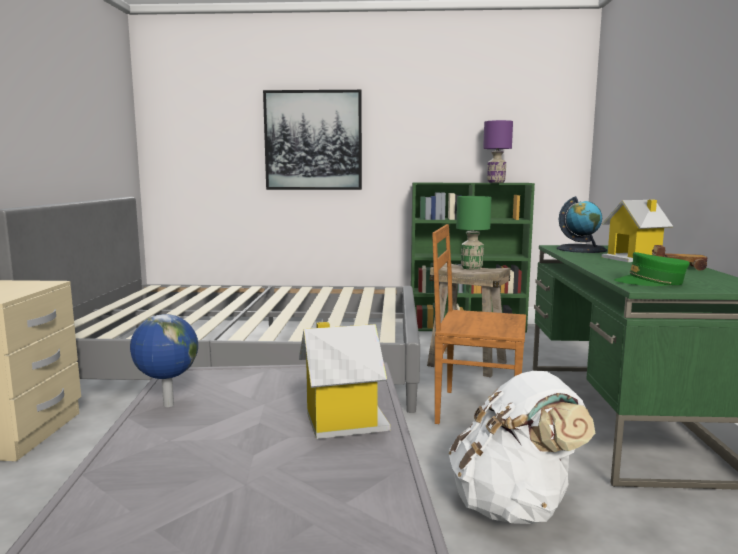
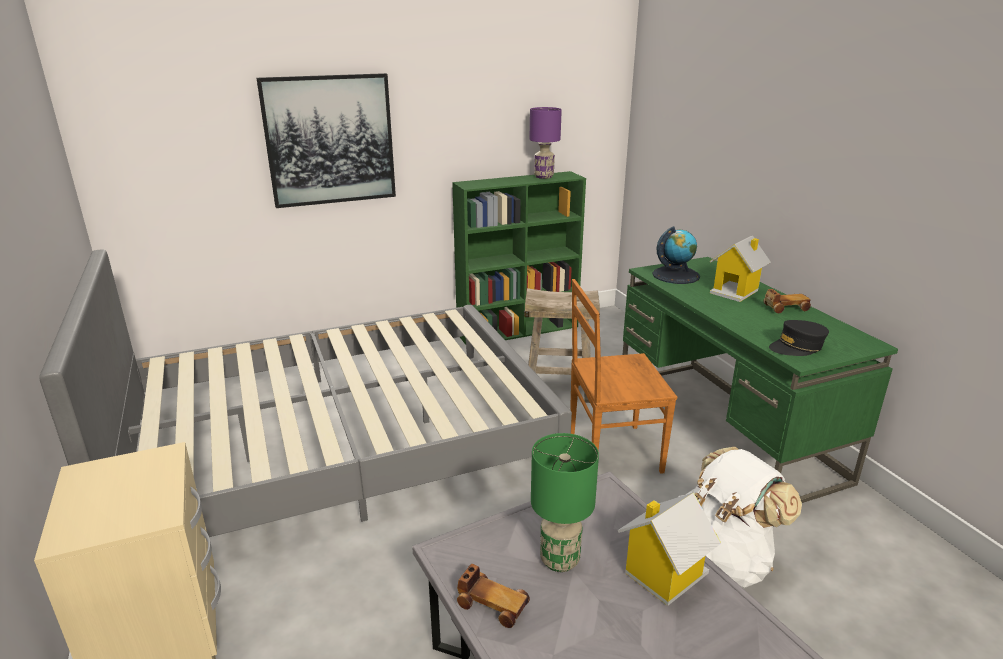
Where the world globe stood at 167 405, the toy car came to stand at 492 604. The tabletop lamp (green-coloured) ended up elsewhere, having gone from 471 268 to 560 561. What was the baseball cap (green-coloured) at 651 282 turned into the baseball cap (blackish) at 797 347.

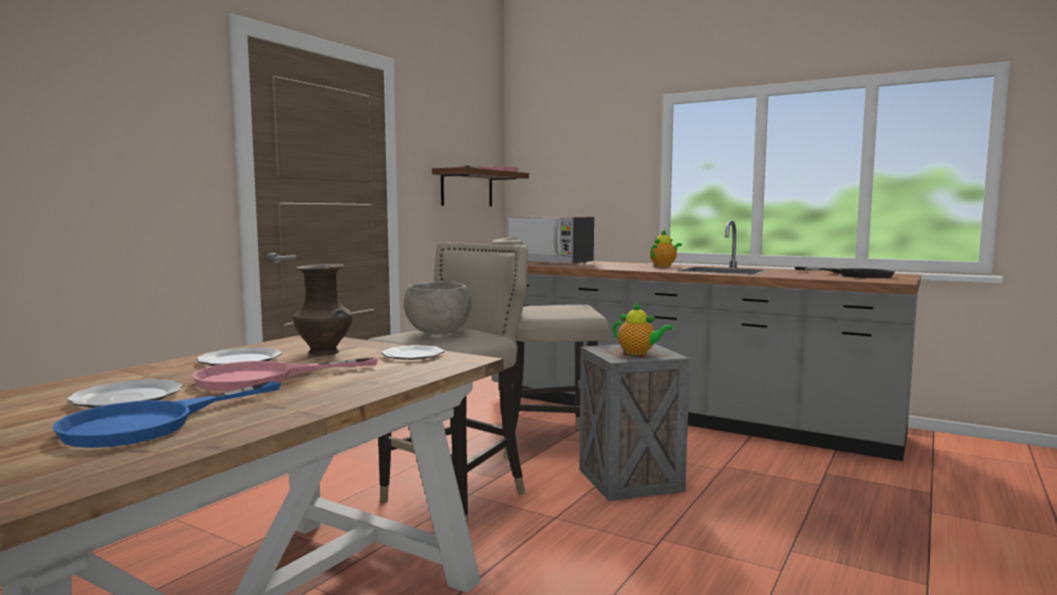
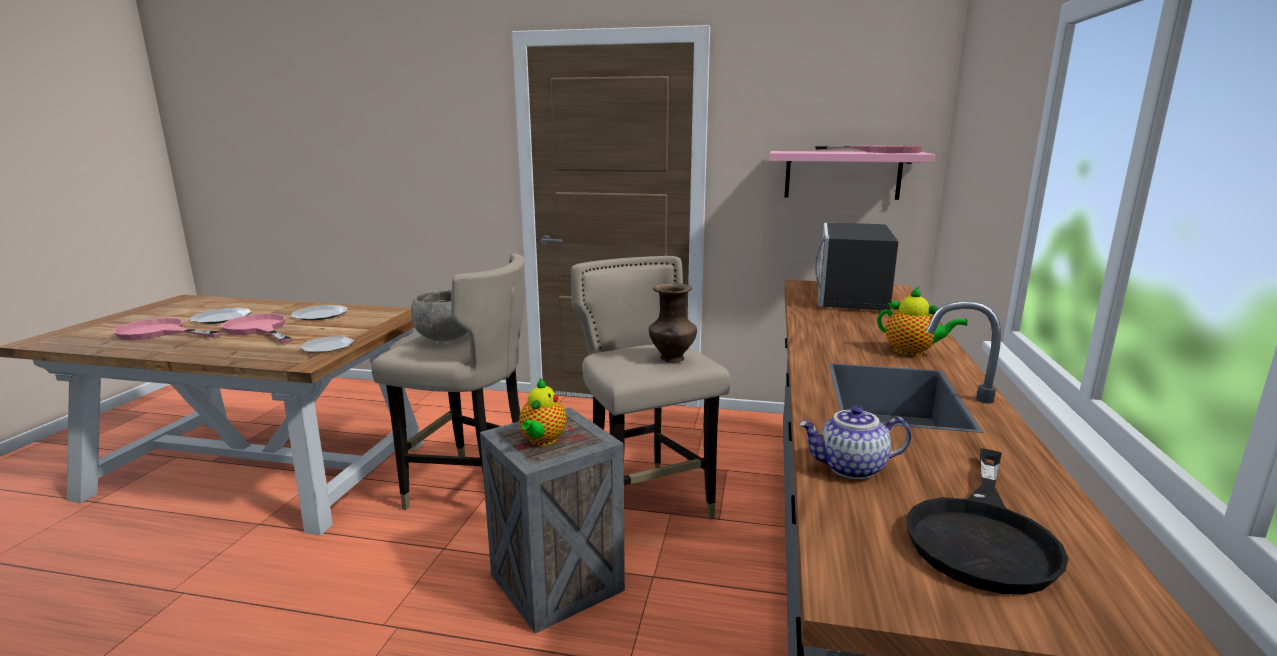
What was the skillet (blue-coloured) at 150 423 turned into the skillet (pinkish) at 159 333. The decorative vase (brown) ended up elsewhere, having gone from 325 353 to 672 359. What was the shelf (brown) at 467 188 turned into the shelf (pinkish) at 842 175. The second view gained the pot for tea at 851 469.

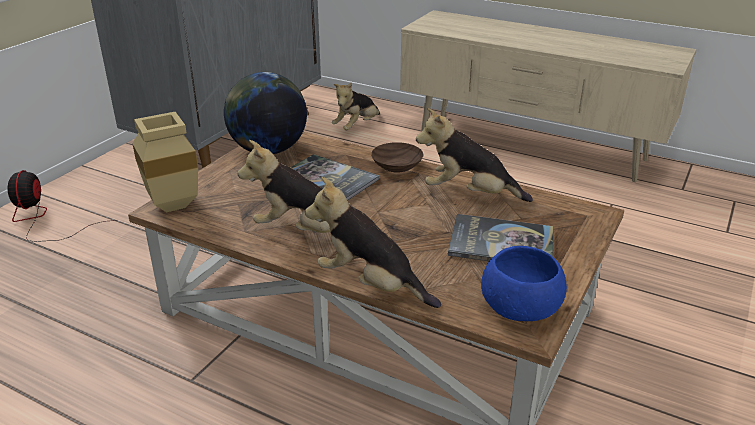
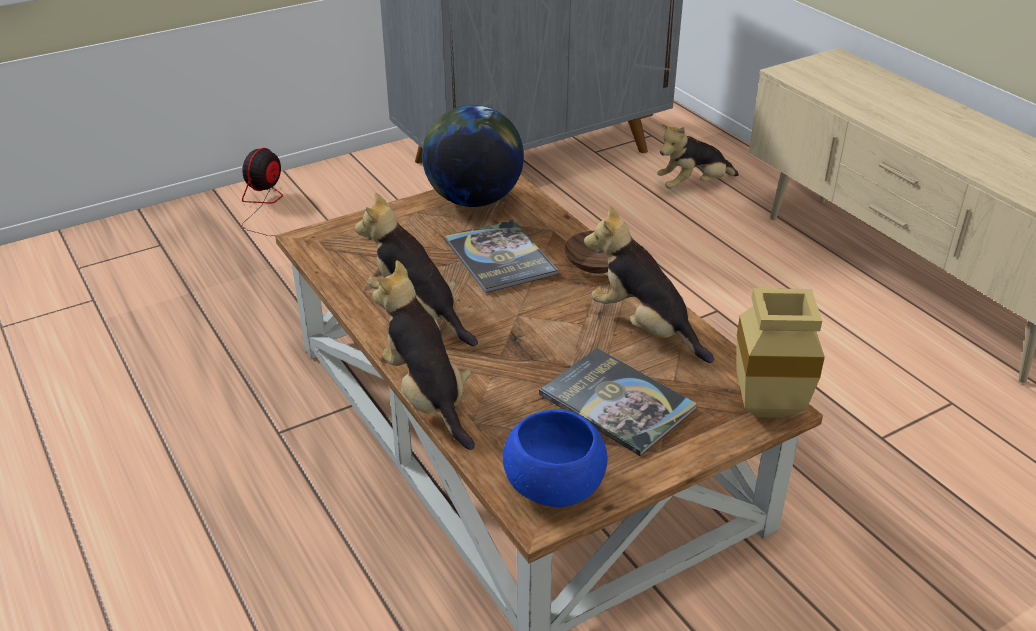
The decorative vase (beige-coloured) ended up elsewhere, having gone from 176 204 to 771 407.

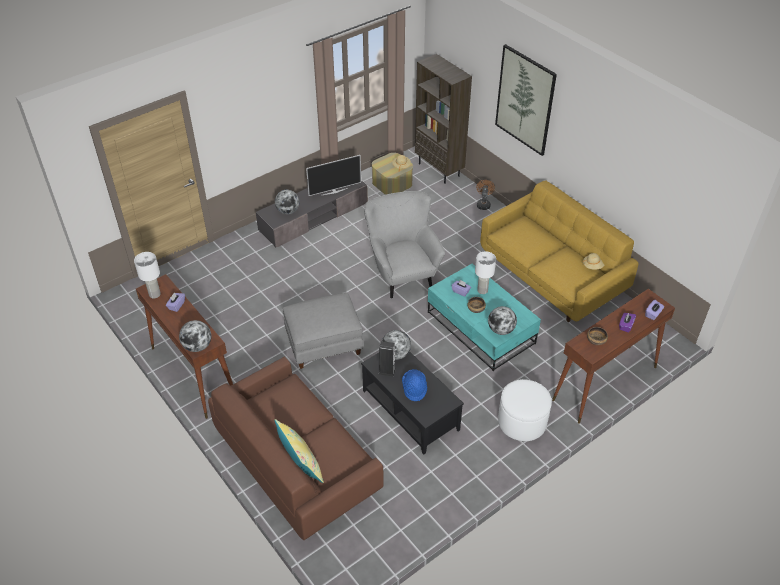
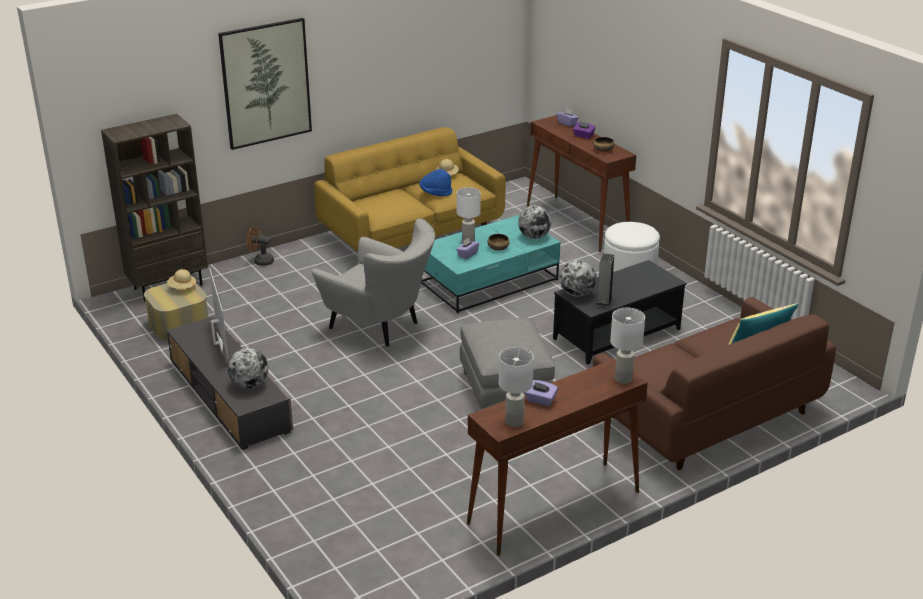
The armchair (gray) at 402 273 ended up facing another way, 135 degrees counterclockwise from before. The hat (blue-coloured) ended up elsewhere, having gone from 414 389 to 435 193. Where the world globe stood at 197 346, the tabletop lamp (whitish) came to stand at 623 379.

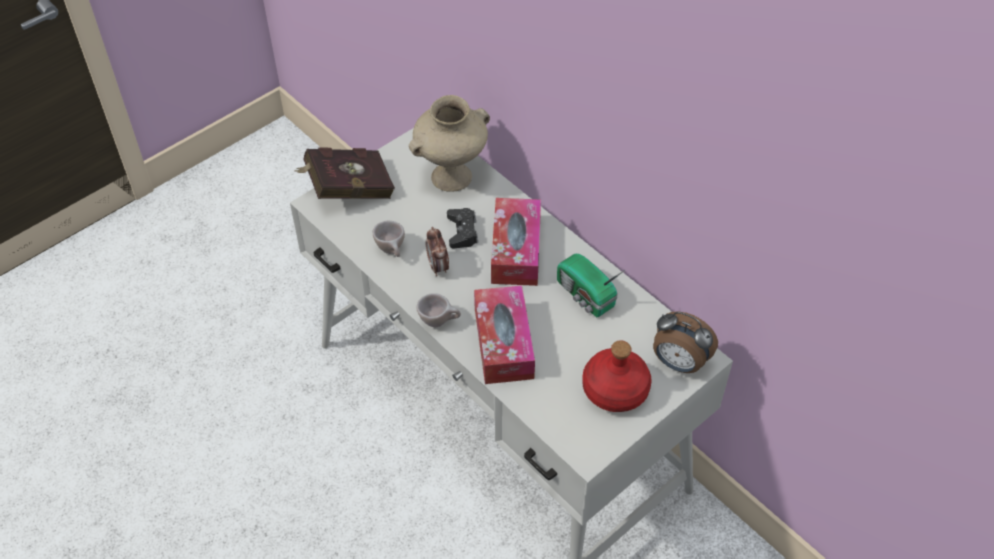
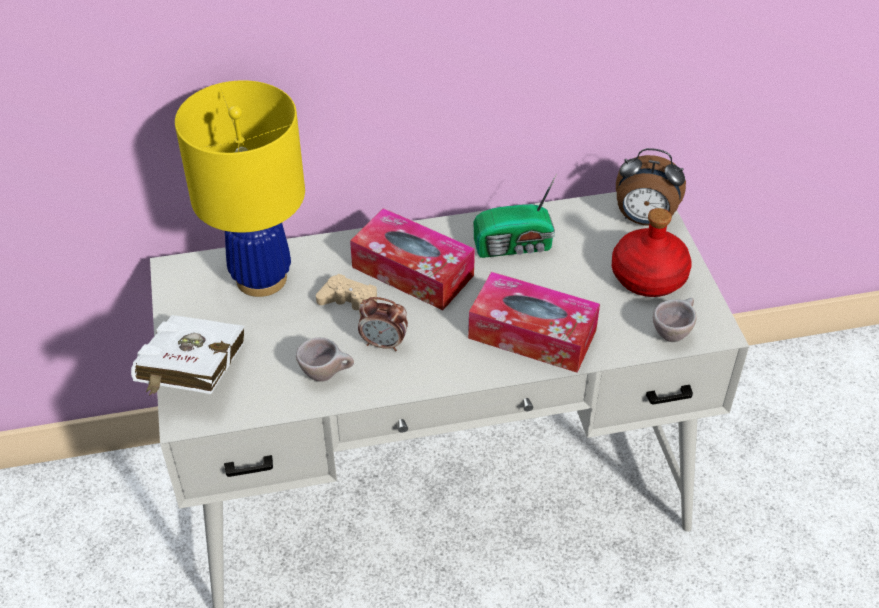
What was the bound book (reddish) at 346 189 turned into the bound book (whitish) at 192 378. Where the decorative vase (beige-coloured) stood at 451 178, the tabletop lamp (yellow) came to stand at 261 279. What was the gamepad (blackish) at 462 232 turned into the gamepad (beige-coloured) at 350 302. The bedside clock at 678 363 ended up facing another way, 45 degrees clockwise from before. The drinking cup (beige-coloured) ended up elsewhere, having gone from 439 321 to 673 332.

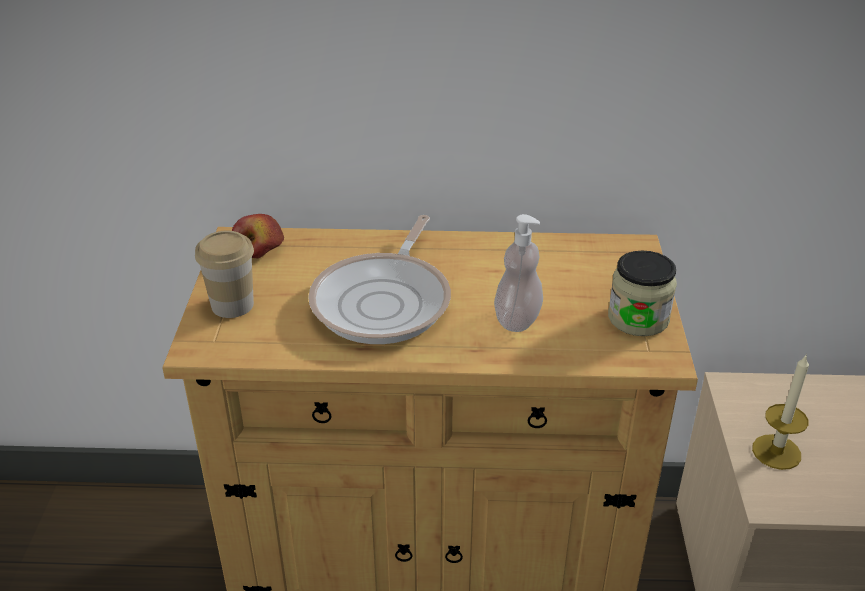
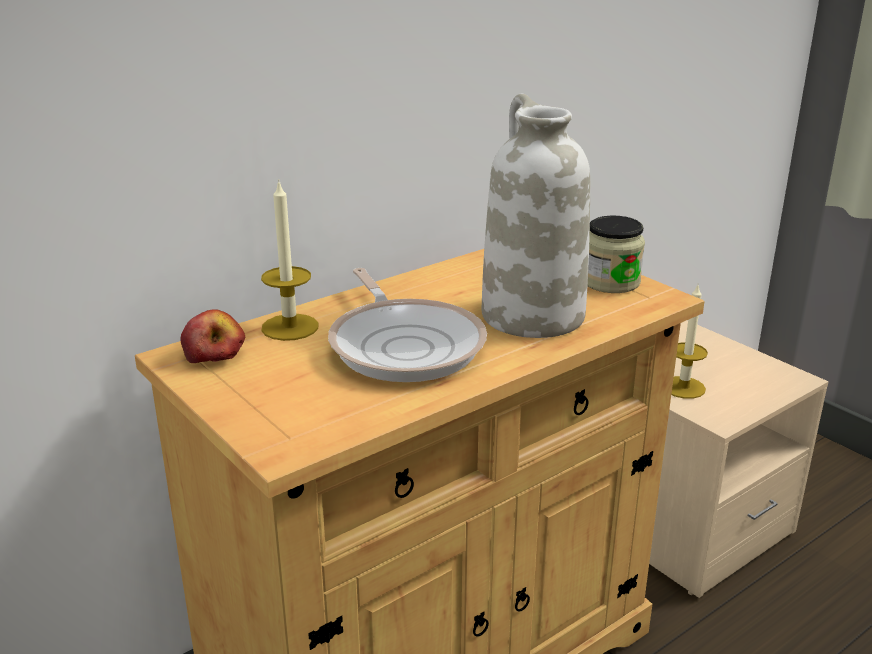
The second view gained the wax light at 290 327. Where the soap bottle stood at 517 319, the decorative vase (whitish) came to stand at 531 315. The second view lost the drinking cup at 232 305.

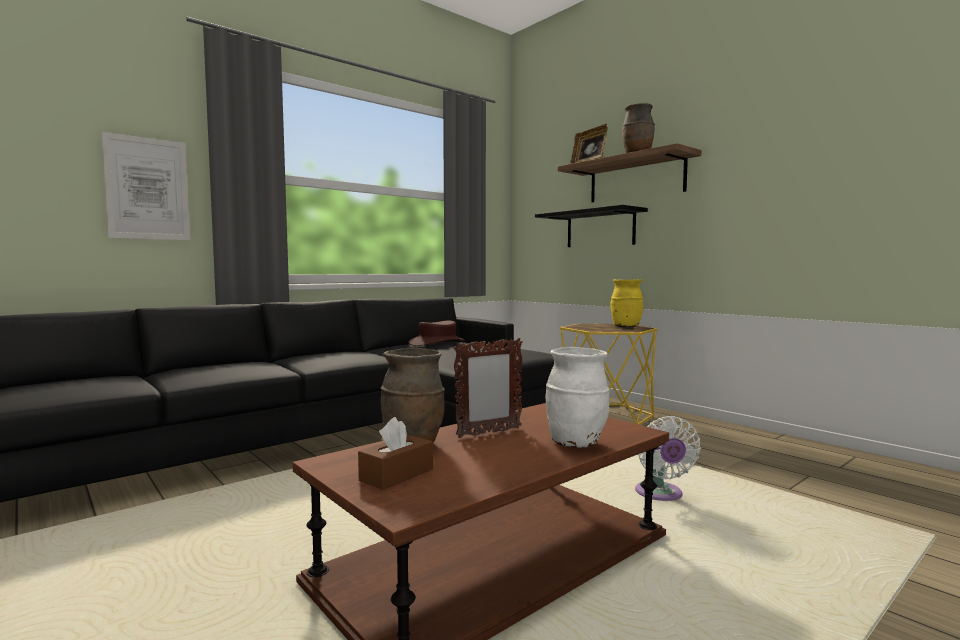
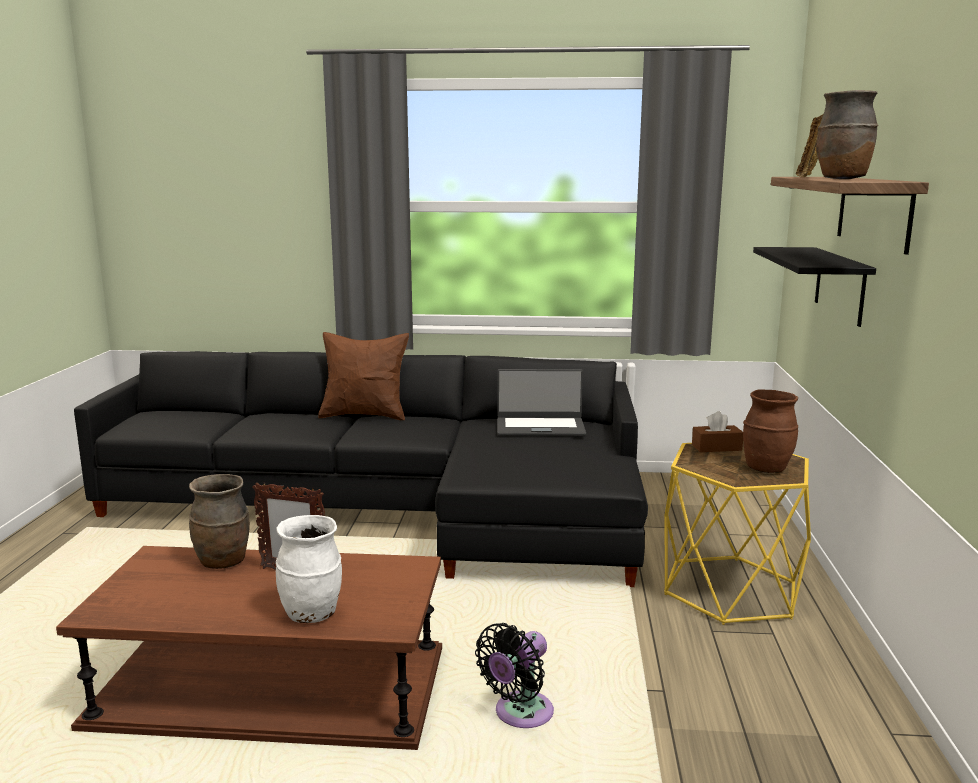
The second view gained the throw pillow (brown) at 365 415. What was the electric fan (whitish) at 660 495 turned into the electric fan (blackish) at 519 715. Where the hat (brown) stood at 437 343, the notebook computer came to stand at 540 427. The box of tissues (brown) ended up elsewhere, having gone from 396 475 to 716 447. What was the decorative vase (yellow) at 625 327 turned into the decorative vase (brown) at 766 468. The second view lost the wall picture at 147 189.

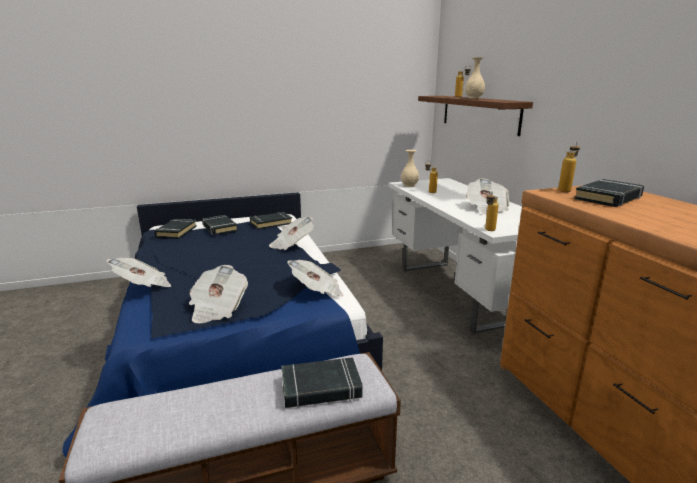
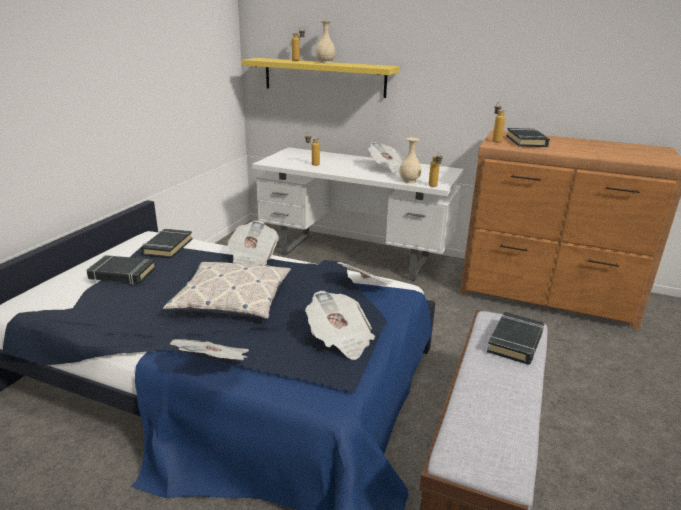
The second view gained the throw pillow at 232 299. What was the shelf (brown) at 479 113 turned into the shelf (yellow) at 324 77. The decorative vase (beige-coloured) ended up elsewhere, having gone from 409 185 to 409 181. The second view lost the bound book (blackish) at 176 232.

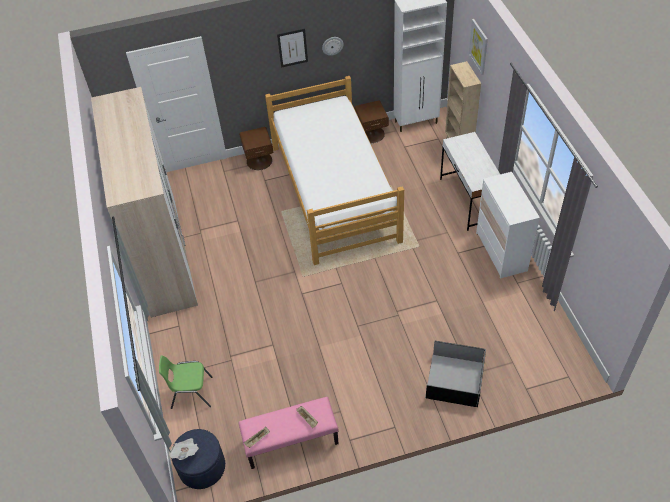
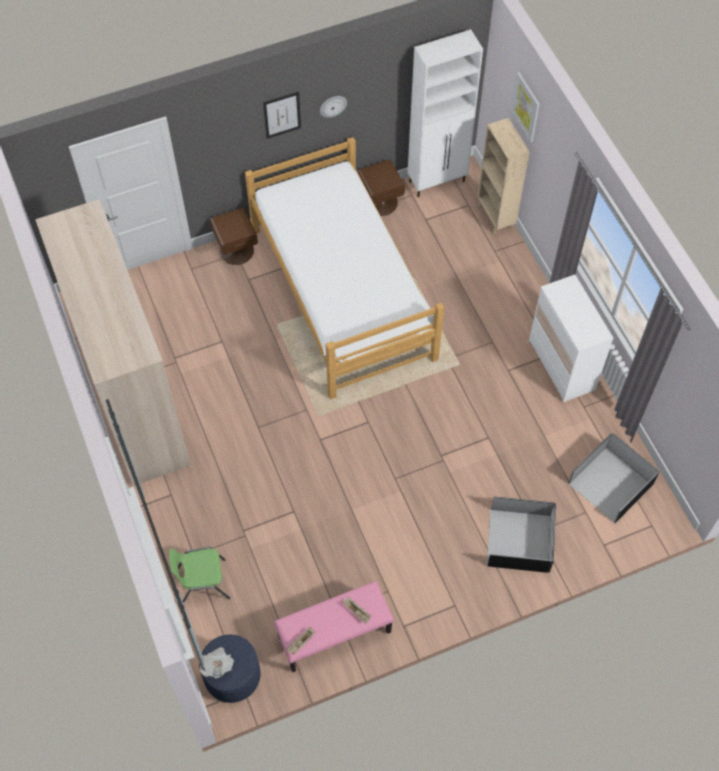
The second view gained the storage bin (blackish) at 610 483. The second view lost the desk (whitish) at 468 200.

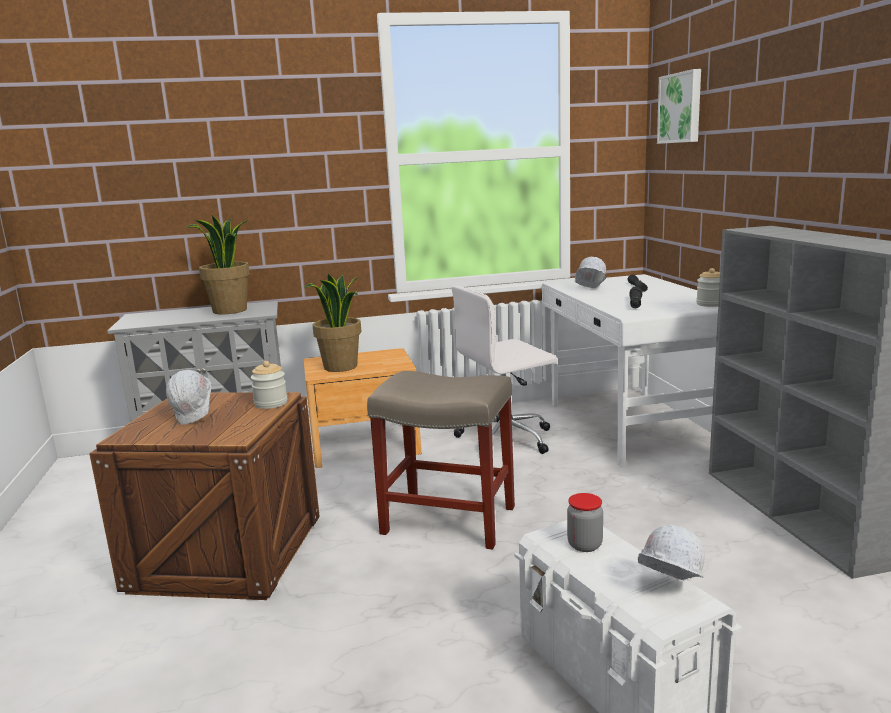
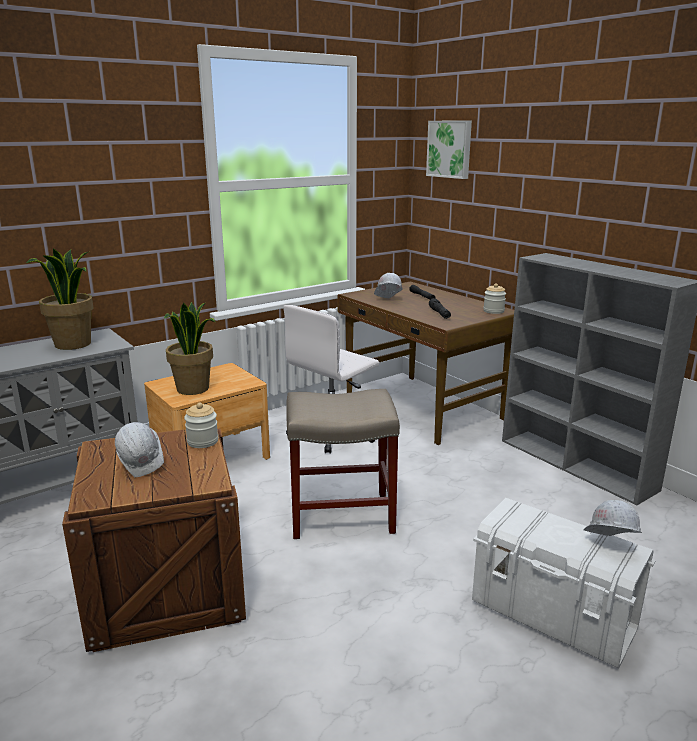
What was the desk (whitish) at 632 426 turned into the desk (brown) at 422 408. The second view lost the preserve jar at 584 545.

